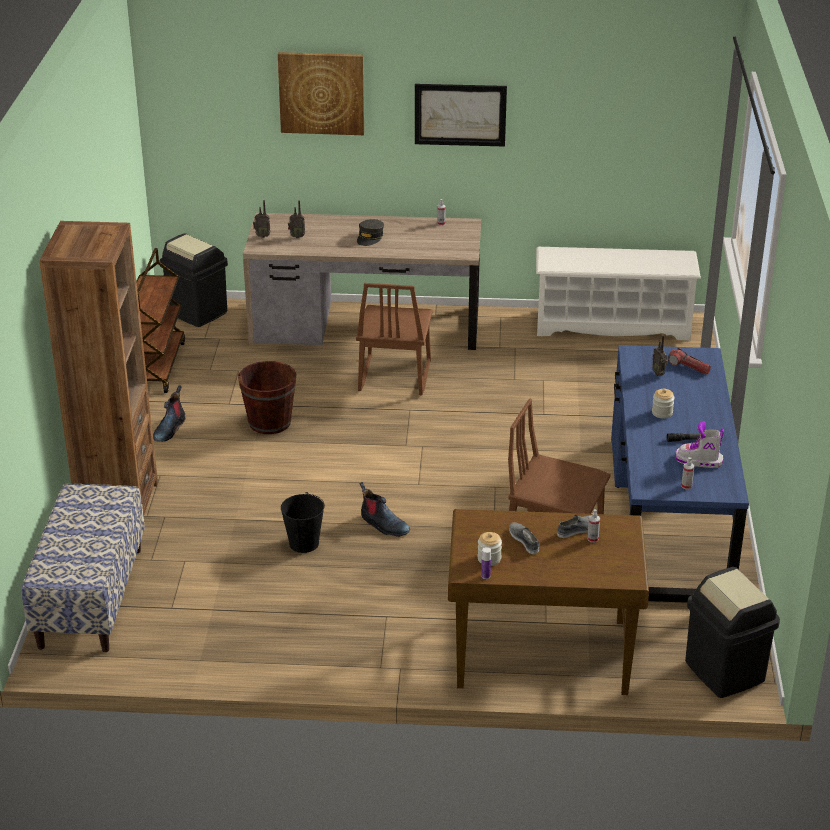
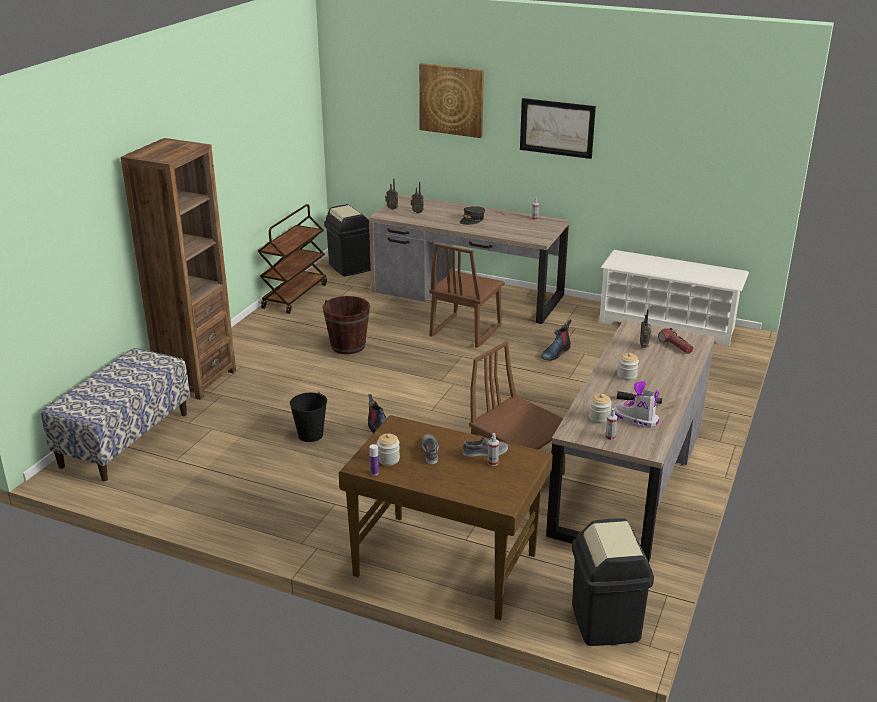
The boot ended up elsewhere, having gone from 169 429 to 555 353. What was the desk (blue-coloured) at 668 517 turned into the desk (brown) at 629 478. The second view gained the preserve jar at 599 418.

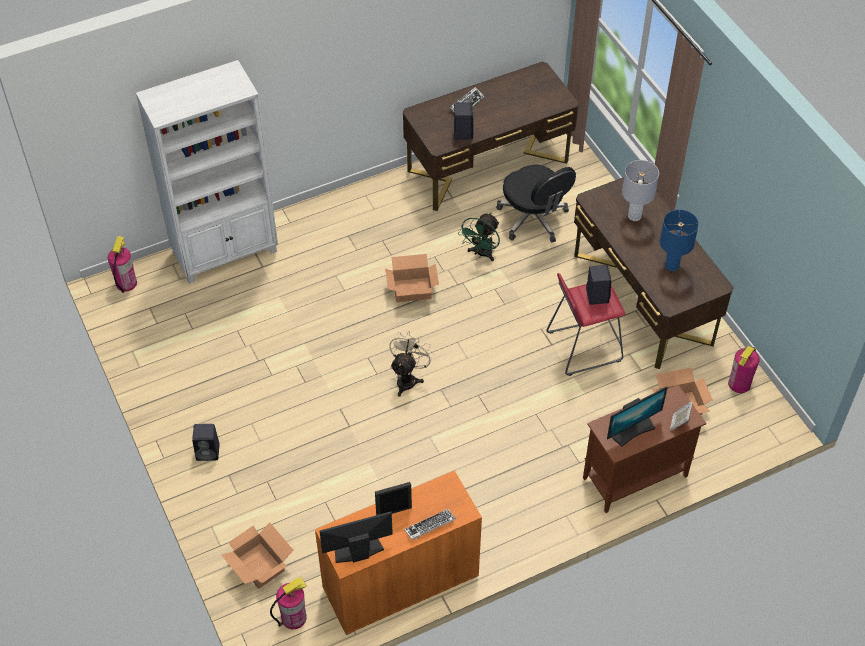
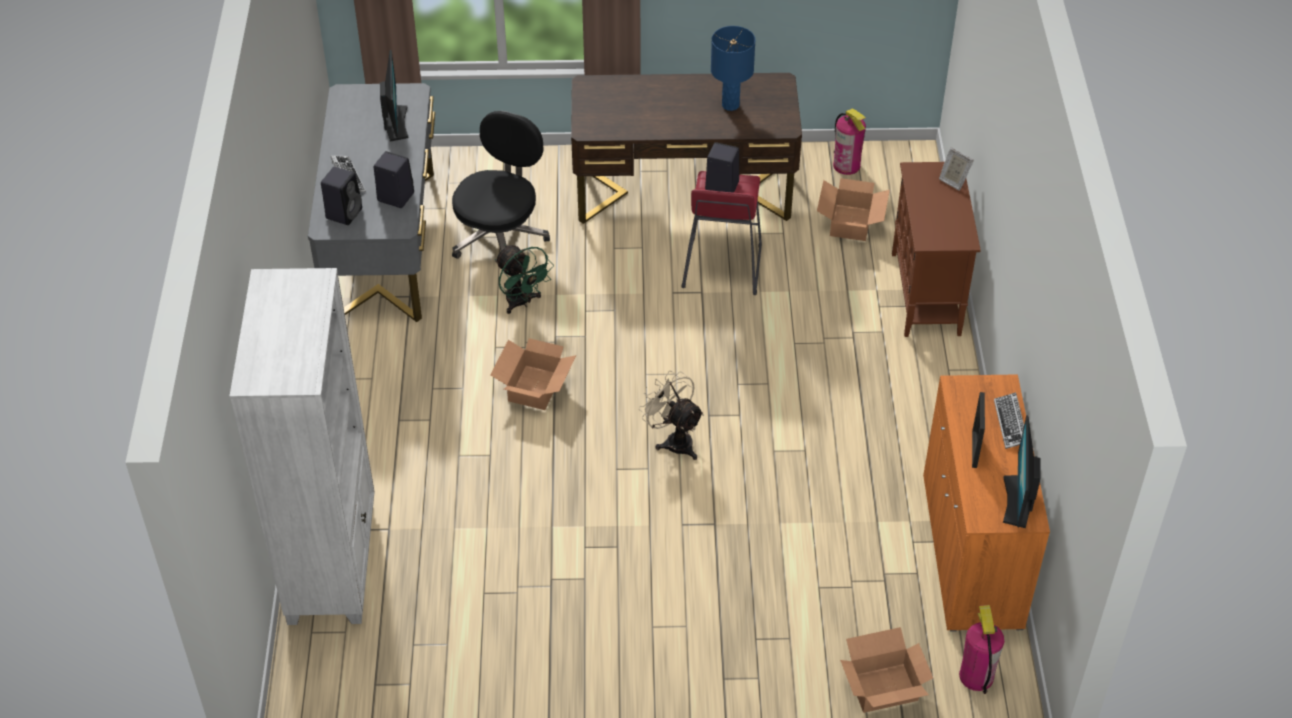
What was the desk (brown) at 488 166 turned into the desk (gray) at 383 245. The loudspeaker (blackish) ended up elsewhere, having gone from 209 452 to 344 212. The monitor ended up elsewhere, having gone from 632 430 to 395 123. The office chair (blackish) at 533 219 ended up facing another way, 60 degrees counterclockwise from before. The second view lost the fire-fighting cylinder at 126 283. The second view lost the tabletop lamp (gray) at 634 216.

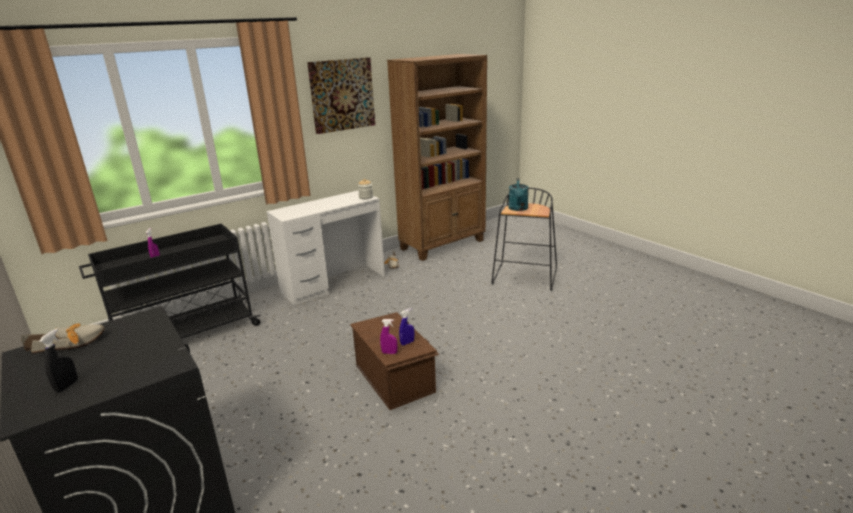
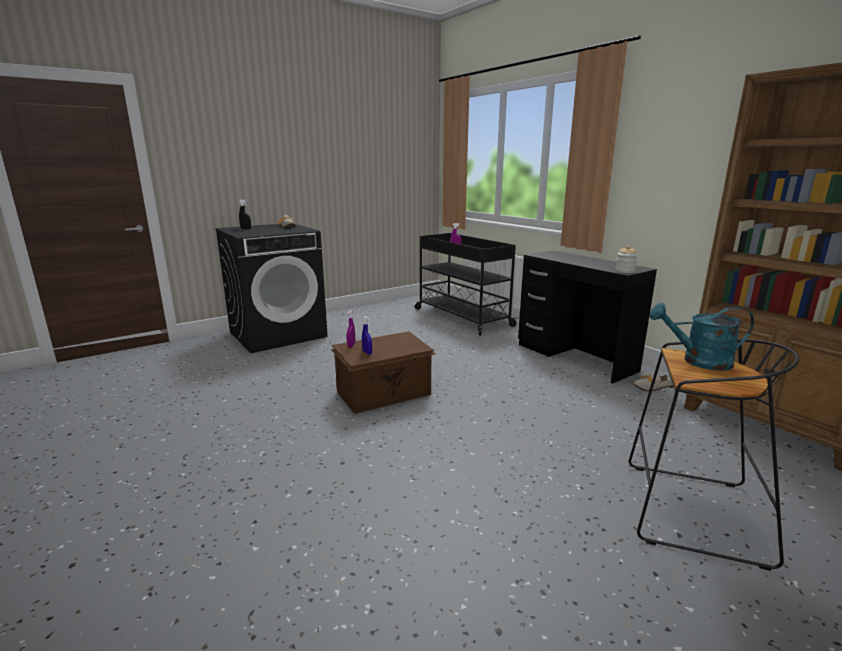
What was the desk (whitish) at 333 283 turned into the desk (blackish) at 575 357. The second view lost the wall picture at 342 95.

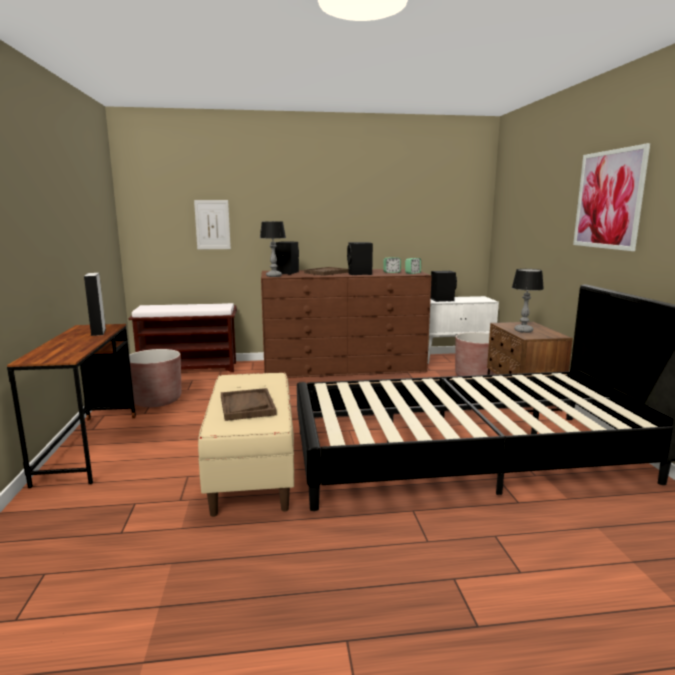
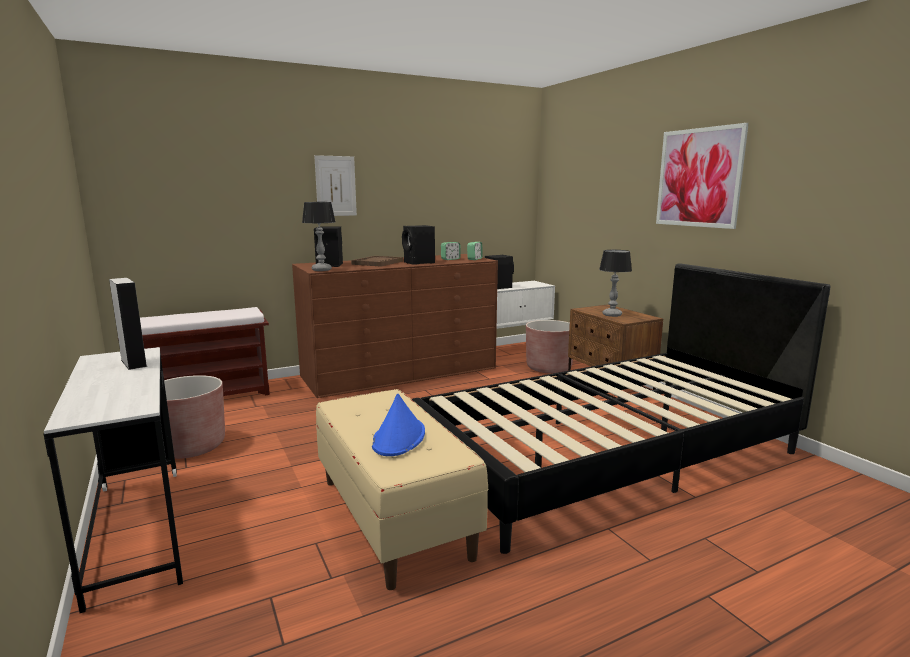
What was the desk (brown) at 89 447 turned into the desk (whitish) at 137 530. The wall picture ended up elsewhere, having gone from 212 224 to 335 186. Where the carrying tray (brown) stood at 247 406, the hat (blue-coloured) came to stand at 399 438.

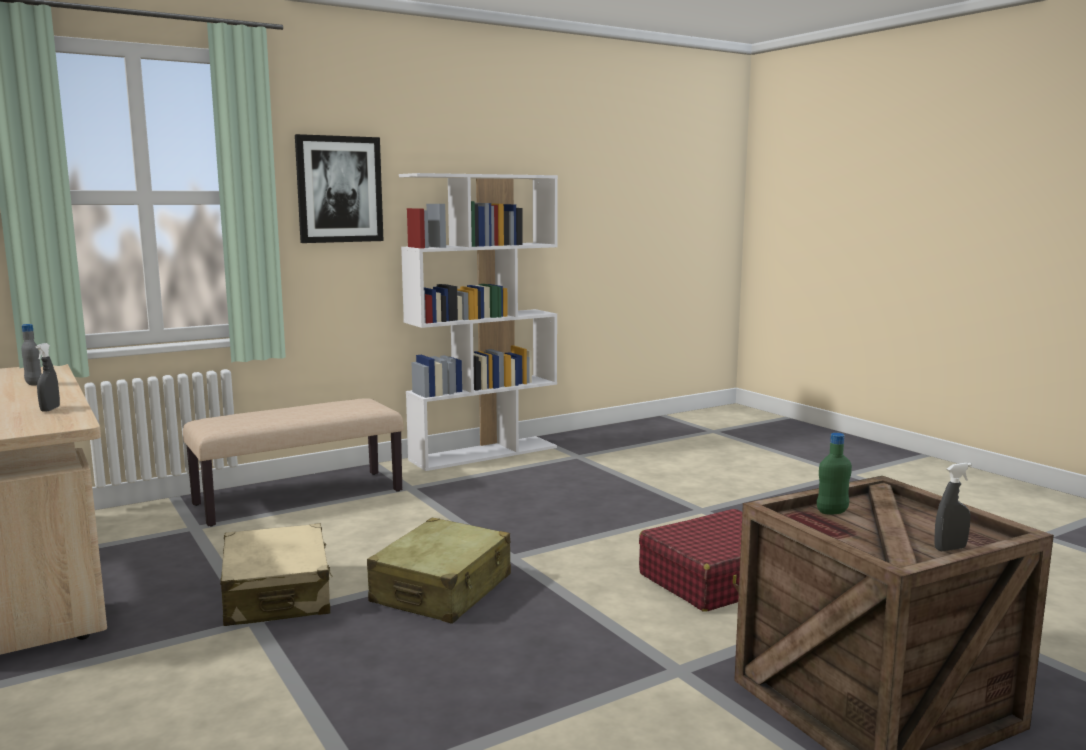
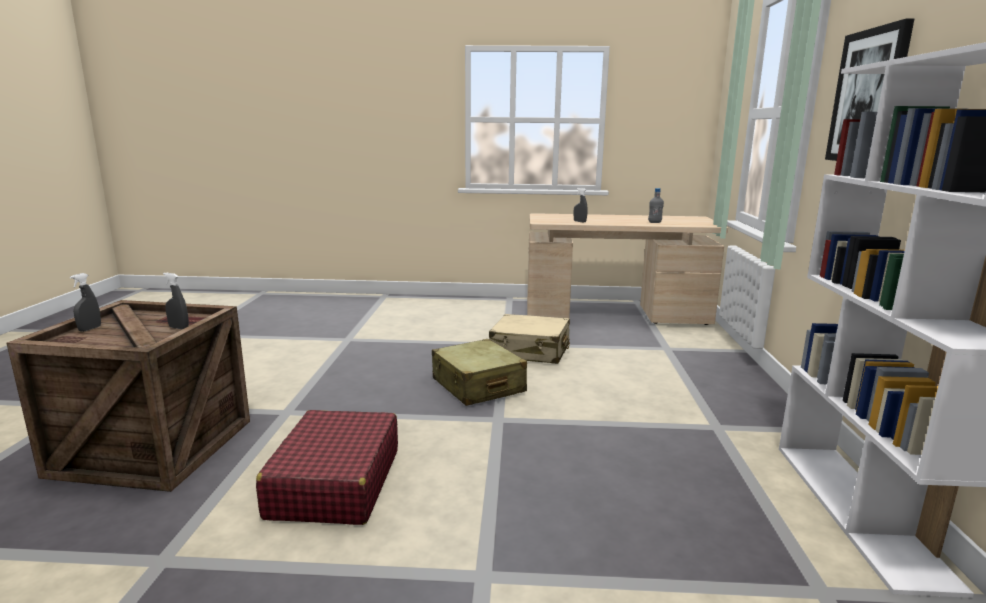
Where the bottle (green-coloured) stood at 832 512, the hand sprayer (gray) came to stand at 179 328. The second view lost the indoor bench (beige-coloured) at 300 497.

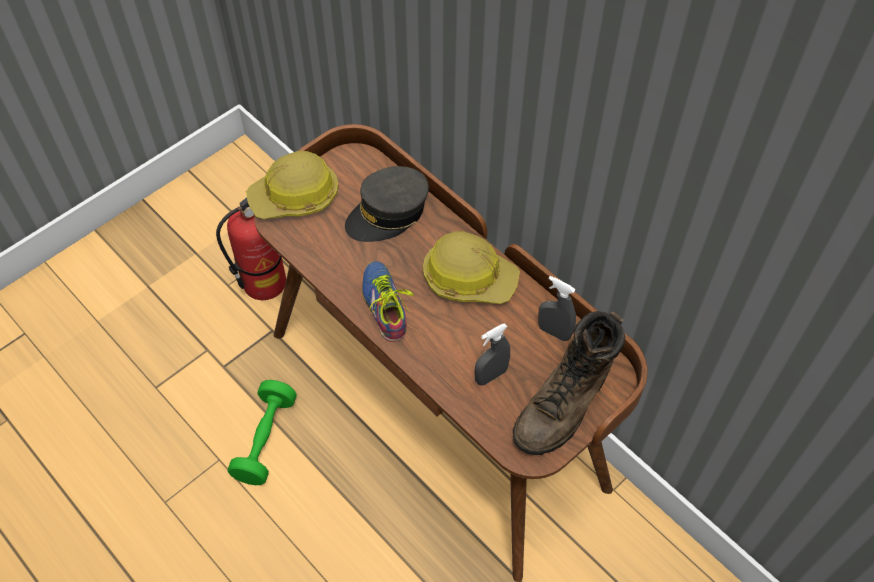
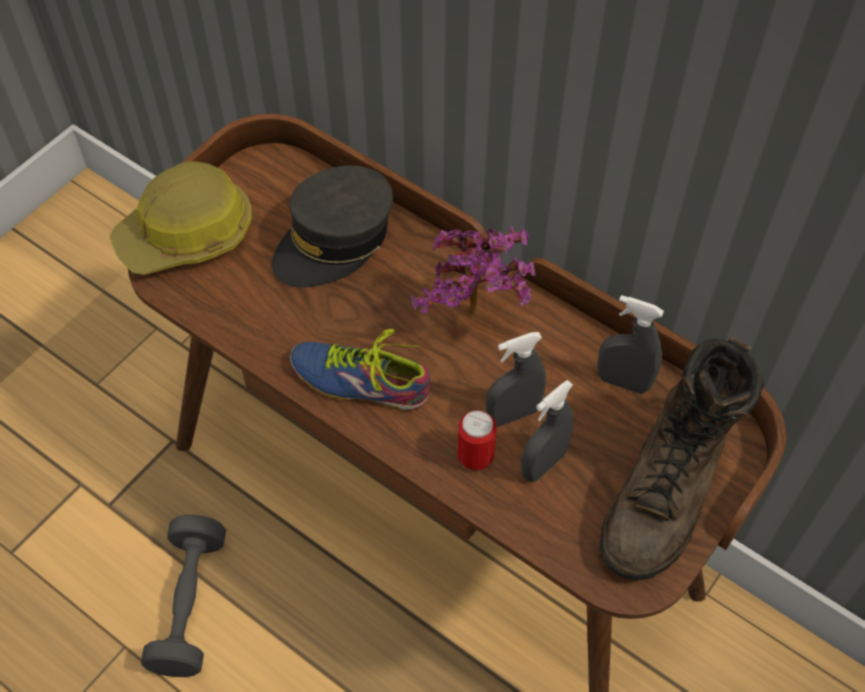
What was the free weight (green-coloured) at 265 440 turned into the free weight (gray) at 190 605. The low shoe at 388 304 ended up facing another way, 45 degrees counterclockwise from before. Where the safety helmet stood at 469 278, the plant in a pot came to stand at 477 319. The second view gained the metal can at 475 457. The second view gained the hand sprayer (gray) at 513 414. The second view lost the fire-fighting cylinder at 264 283.

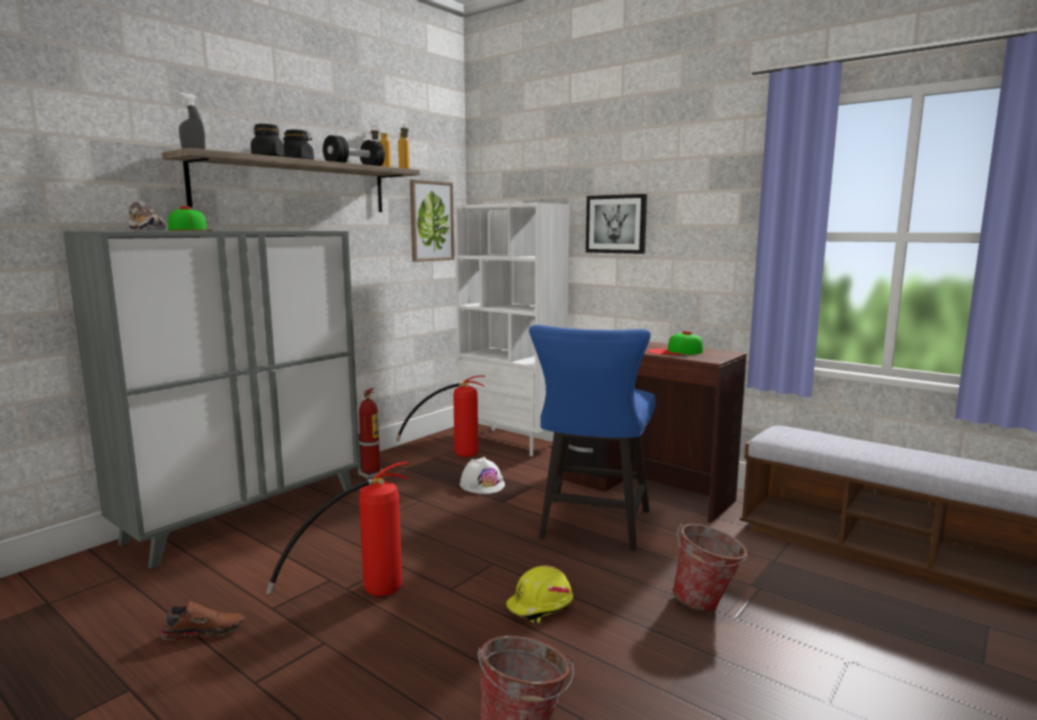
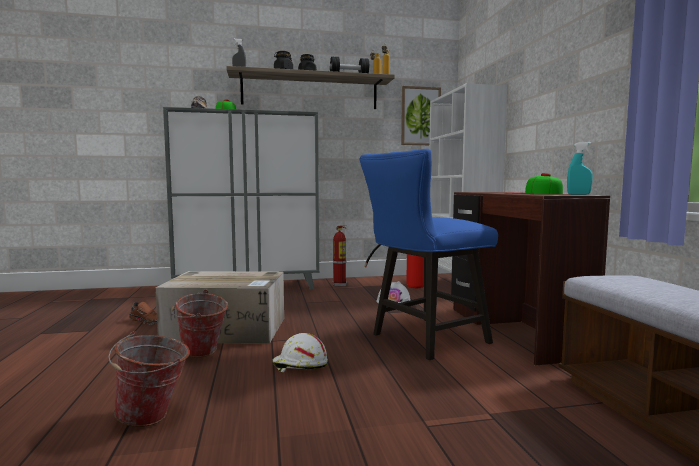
Where the fire-fighting cylinder stood at 361 595, the carton came to stand at 228 329. The water bucket ended up elsewhere, having gone from 707 604 to 201 354. What was the safety helmet (yellow) at 540 607 turned into the safety helmet (whitish) at 300 365. The second view gained the hand sprayer (turquoise-coloured) at 578 194. The second view lost the wall picture at 616 224.

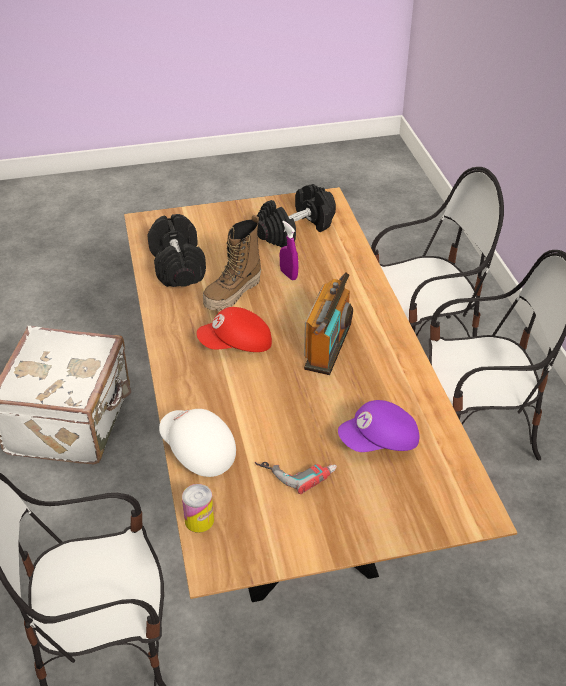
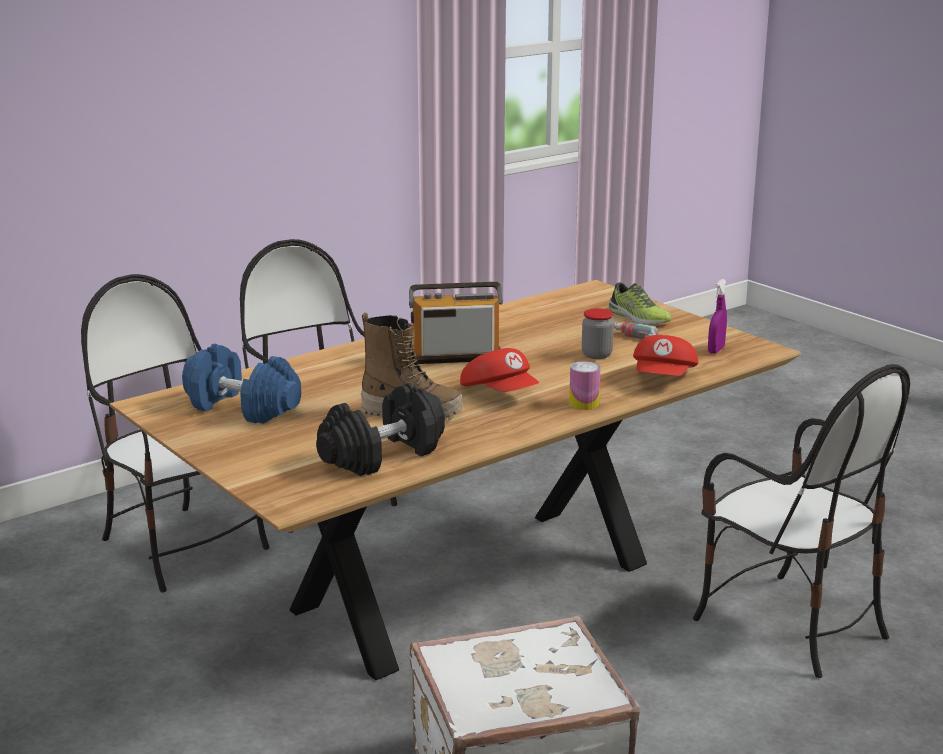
What was the free weight (blackish) at 295 230 turned into the free weight (blue-coloured) at 242 408. The metal can ended up elsewhere, having gone from 199 520 to 584 403. The second view gained the preserve jar at 596 355. The second view gained the low shoe at 638 317. What was the baseball cap (whitish) at 197 451 turned into the baseball cap (reddish) at 664 378. The hand sprayer (purple) ended up elsewhere, having gone from 288 275 to 716 350. The second view lost the baseball cap (purple) at 379 442.

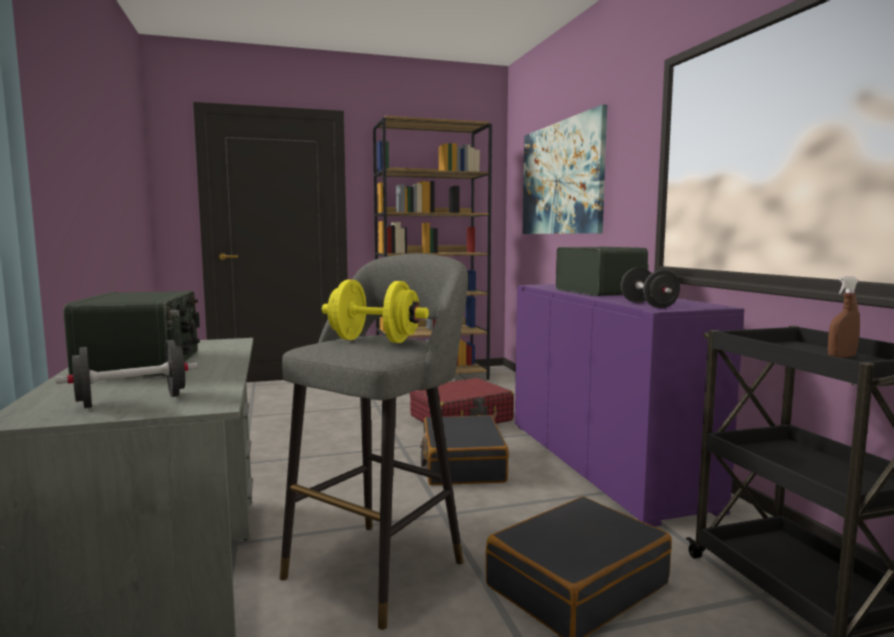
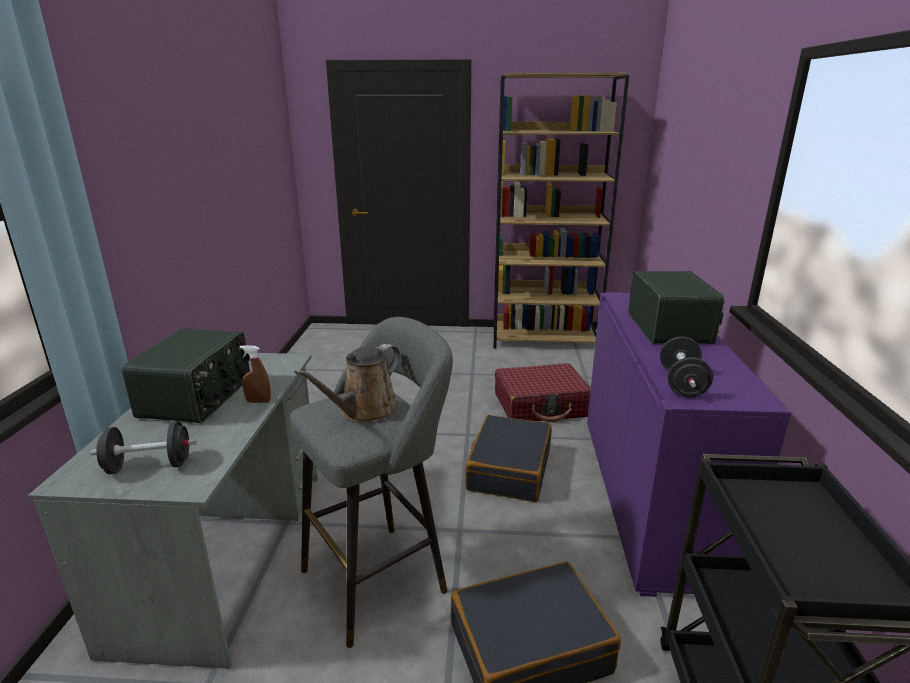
The hand sprayer (brown) ended up elsewhere, having gone from 841 356 to 258 401. Where the free weight (yellow) stood at 374 340, the watering can (brown) came to stand at 365 411. The second view lost the wall picture at 561 178.

